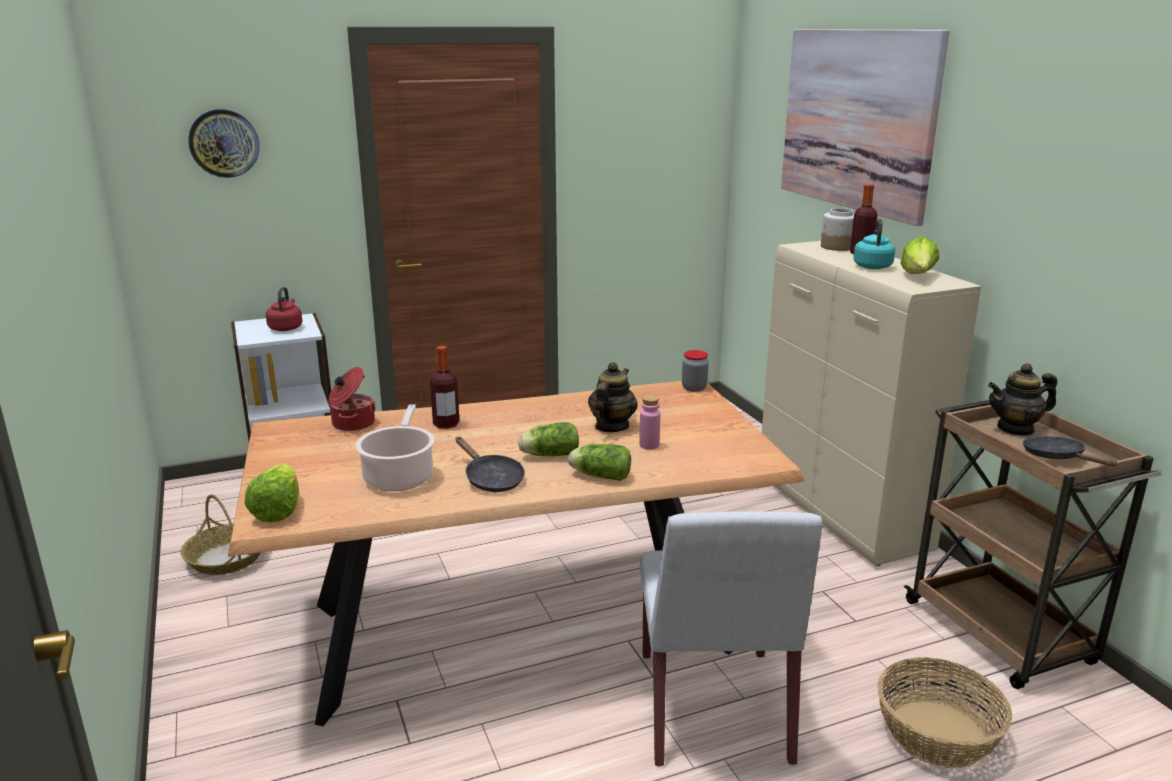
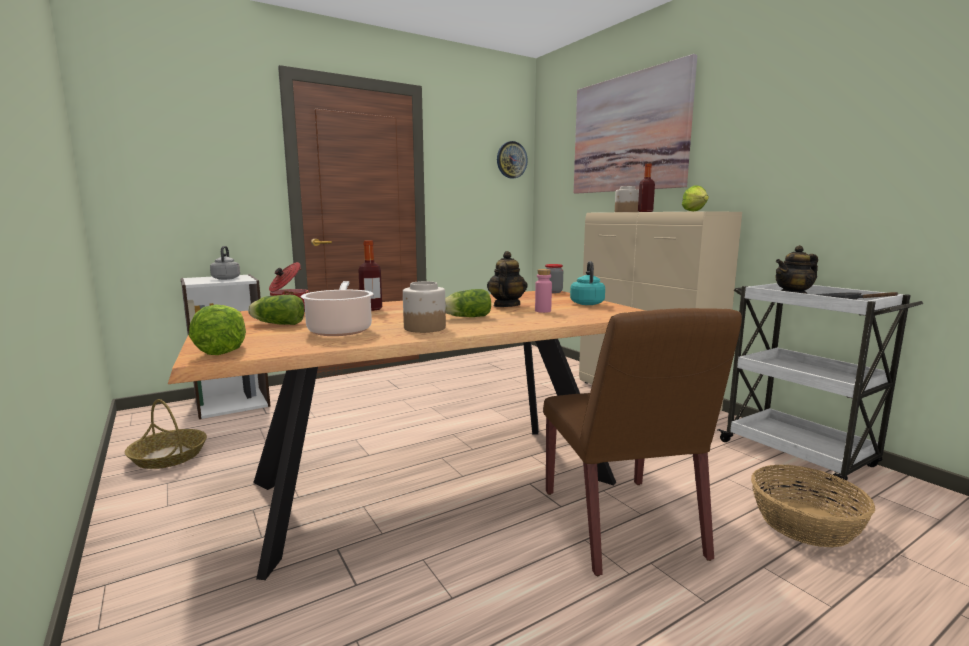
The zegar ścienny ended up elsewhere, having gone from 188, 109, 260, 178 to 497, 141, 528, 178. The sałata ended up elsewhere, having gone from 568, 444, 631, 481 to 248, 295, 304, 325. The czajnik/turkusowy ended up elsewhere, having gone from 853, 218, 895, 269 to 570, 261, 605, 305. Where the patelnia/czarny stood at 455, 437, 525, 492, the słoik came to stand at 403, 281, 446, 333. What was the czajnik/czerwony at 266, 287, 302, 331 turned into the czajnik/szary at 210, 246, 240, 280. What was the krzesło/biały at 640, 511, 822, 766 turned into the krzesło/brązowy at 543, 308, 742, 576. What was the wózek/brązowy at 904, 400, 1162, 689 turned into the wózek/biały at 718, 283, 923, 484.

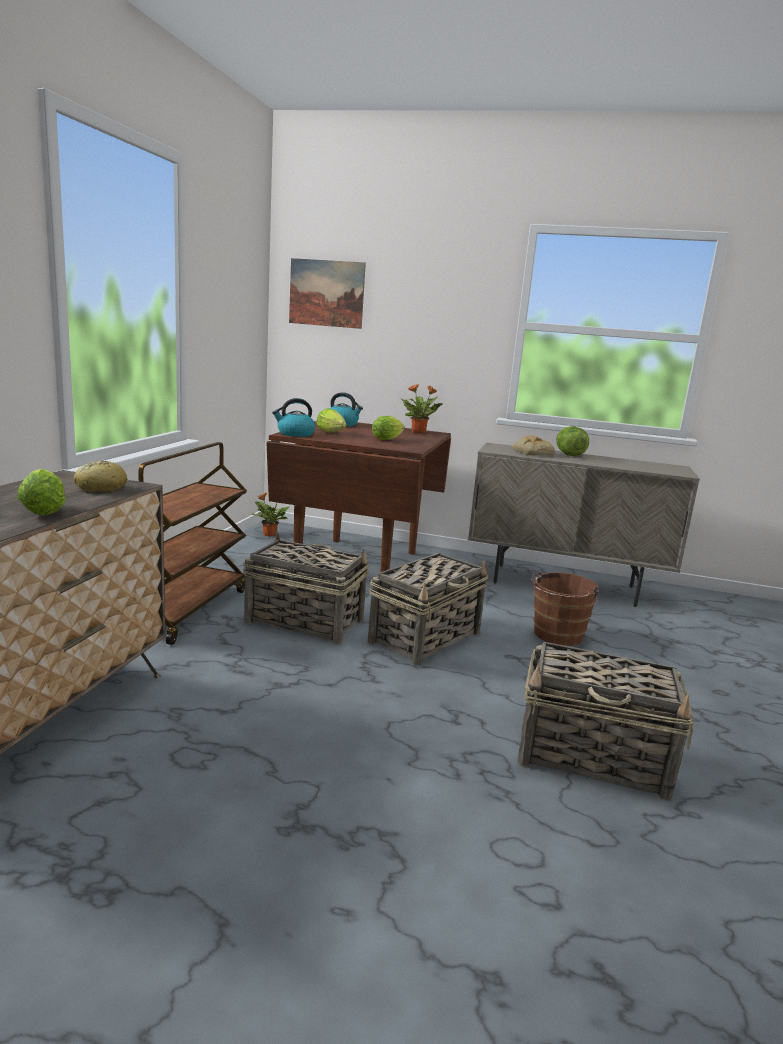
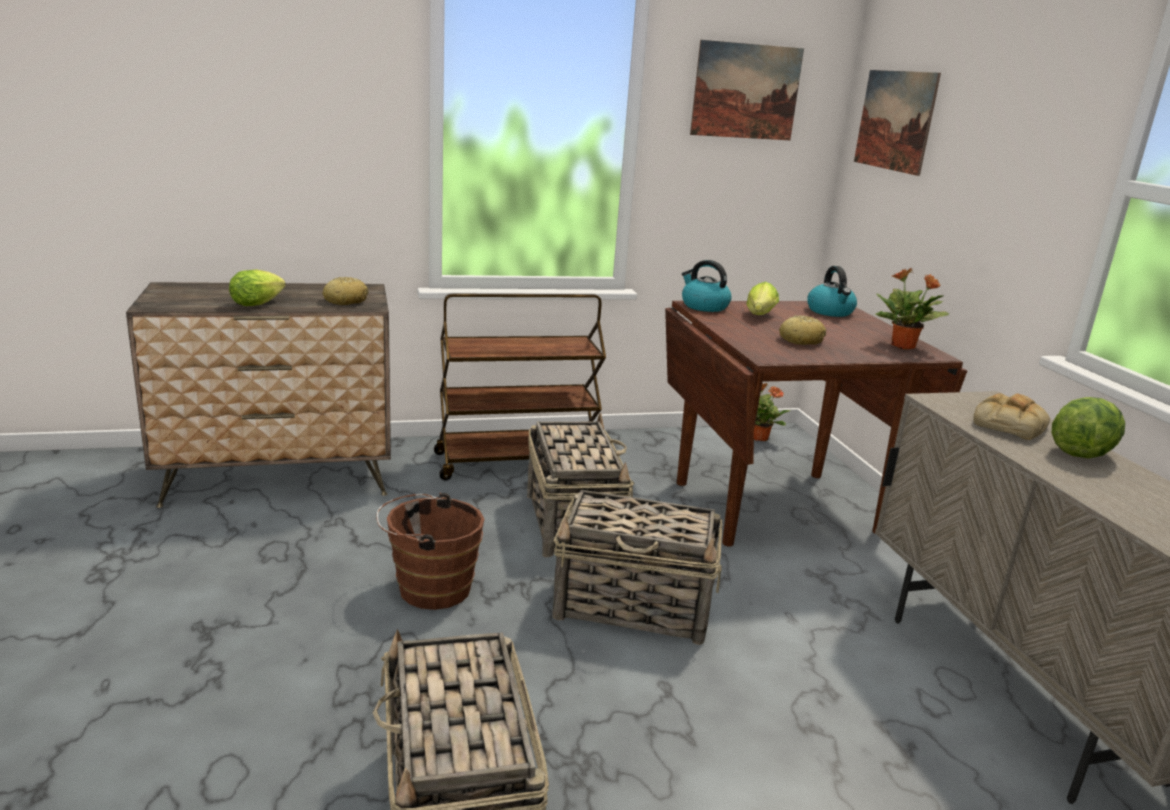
The second view gained the obraz at 690, 40, 804, 140. The wiadro/brązowy ended up elsewhere, having gone from 531, 572, 599, 646 to 376, 493, 484, 610. Where the sałata stood at 372, 416, 405, 440, the chleb came to stand at 779, 315, 826, 345.

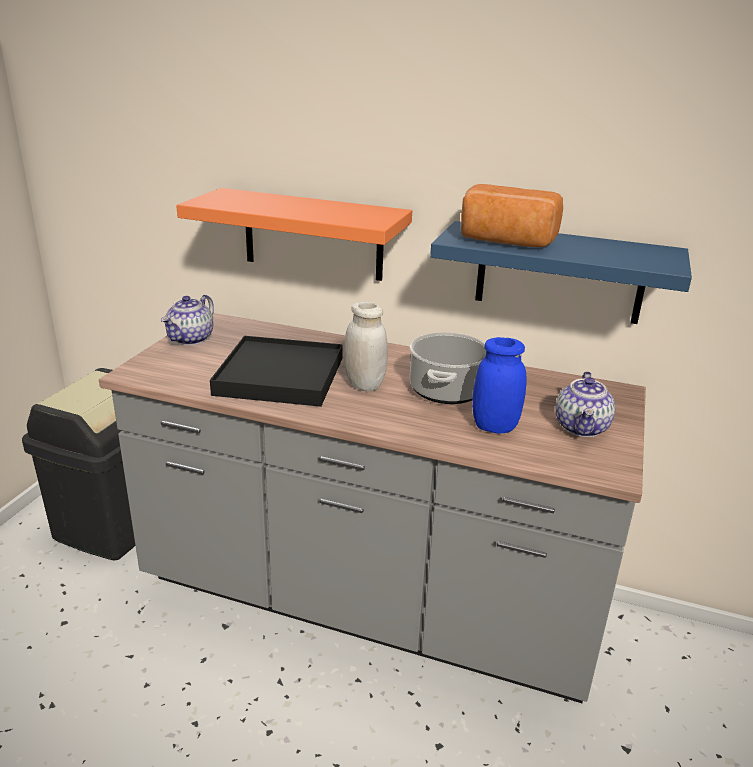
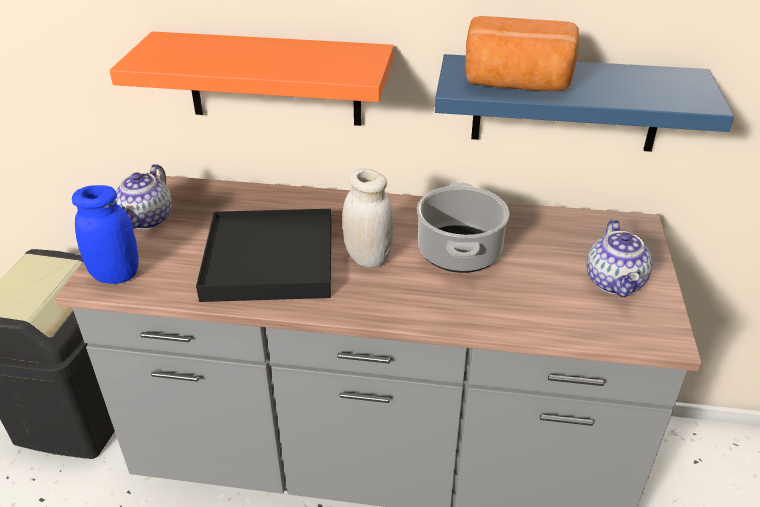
The słoik/niebieski ended up elsewhere, having gone from 472, 337, 526, 434 to 72, 185, 139, 284.

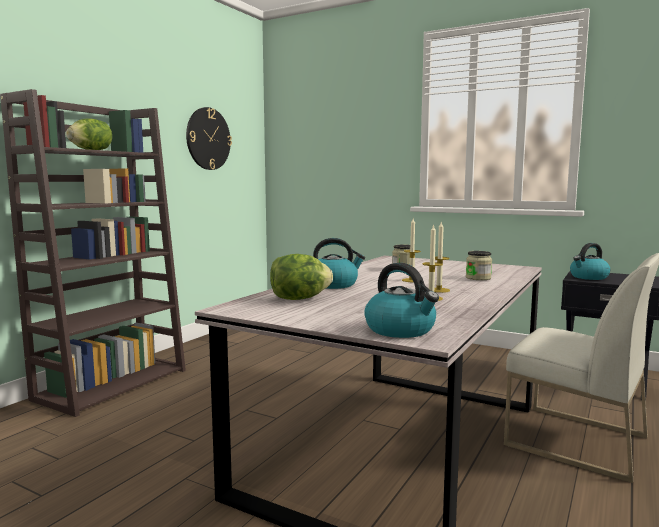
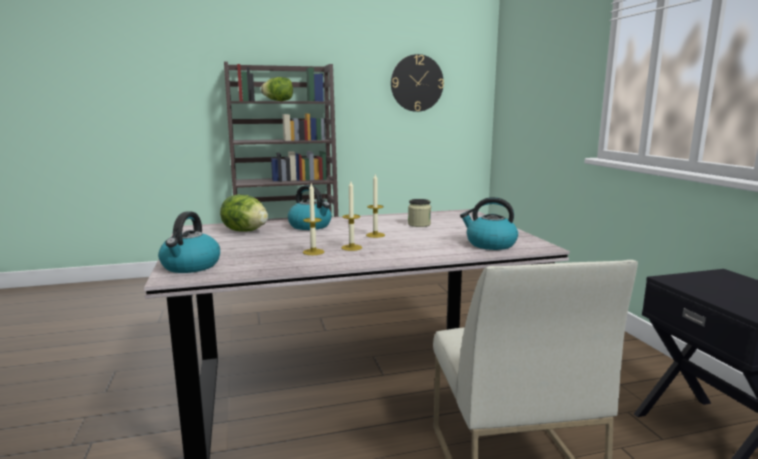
The second view lost the słoik at 466, 251, 492, 280. The czajnik ended up elsewhere, having gone from 570, 243, 610, 280 to 460, 197, 518, 250.

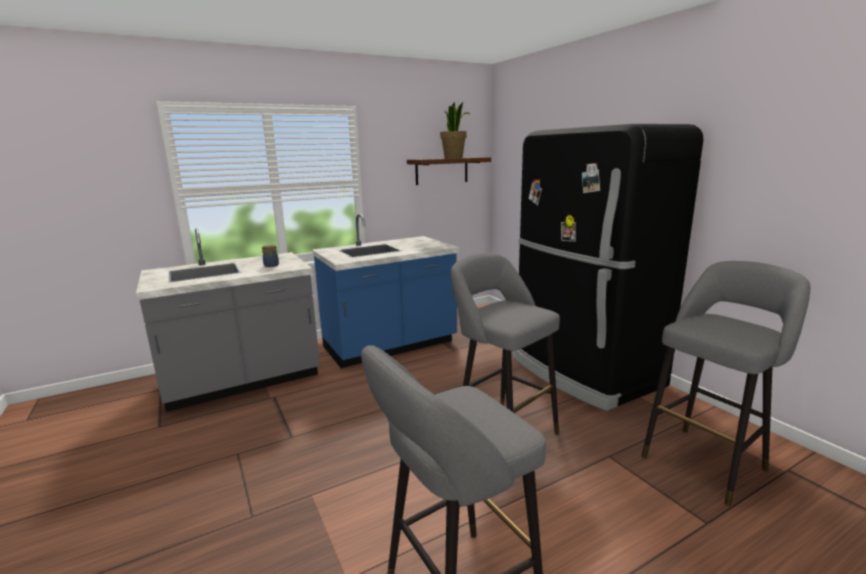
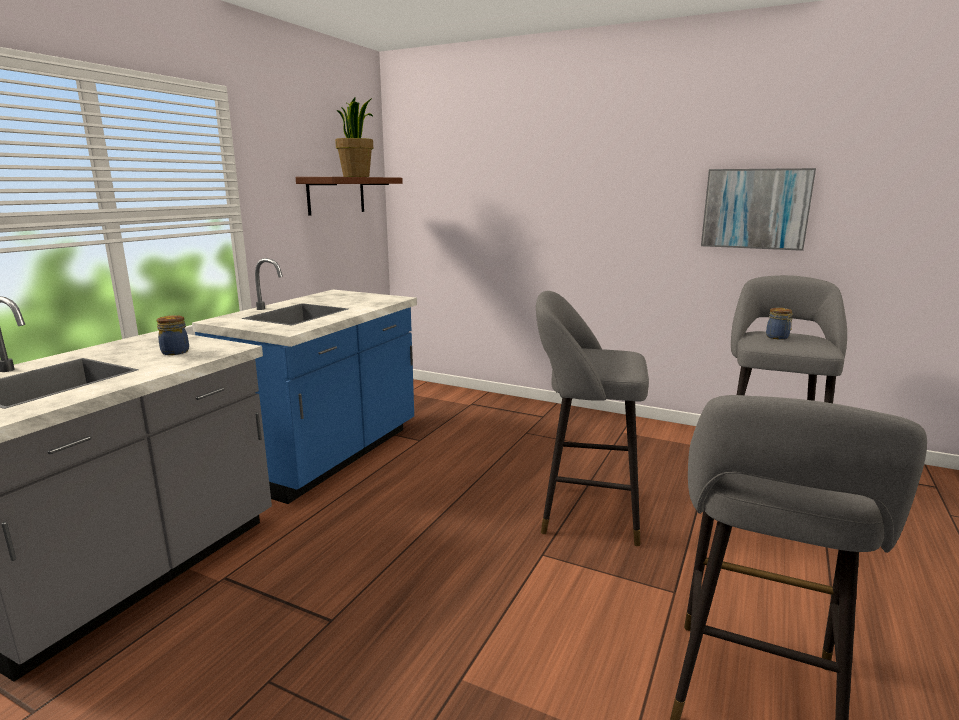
The second view lost the lodówka/czarny at 512, 124, 703, 411. The second view gained the obraz at 701, 168, 816, 251. The second view gained the słoik at 766, 308, 793, 340.

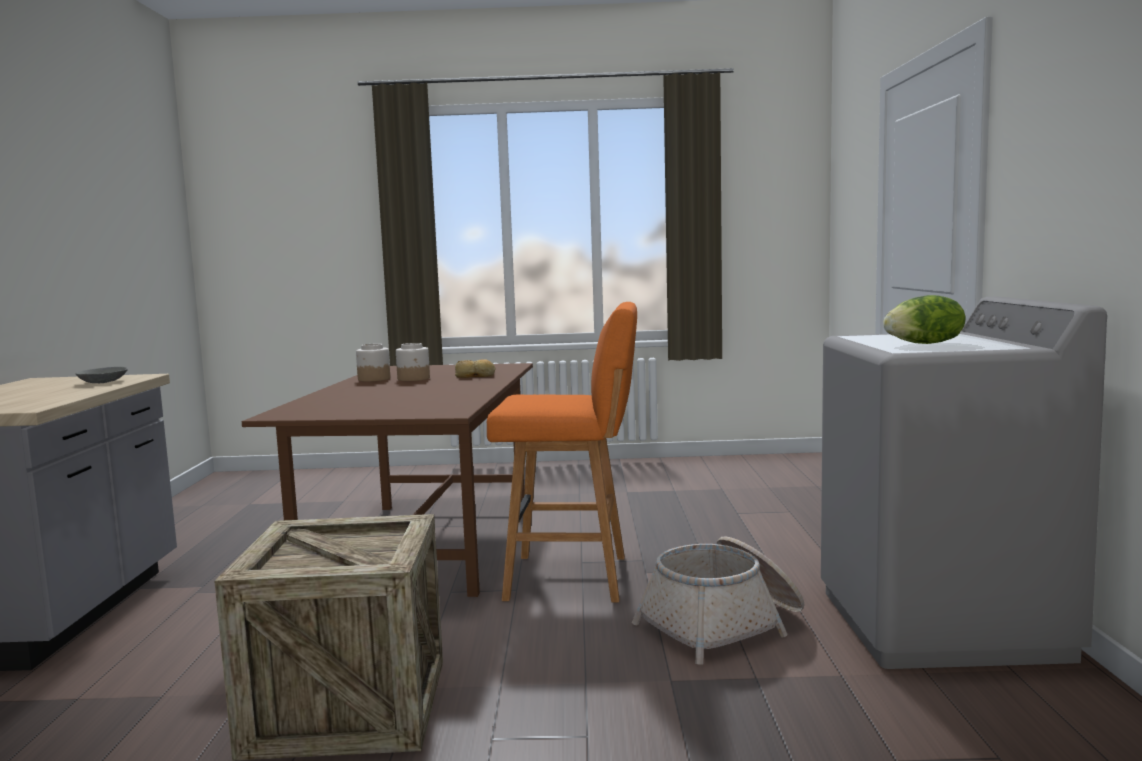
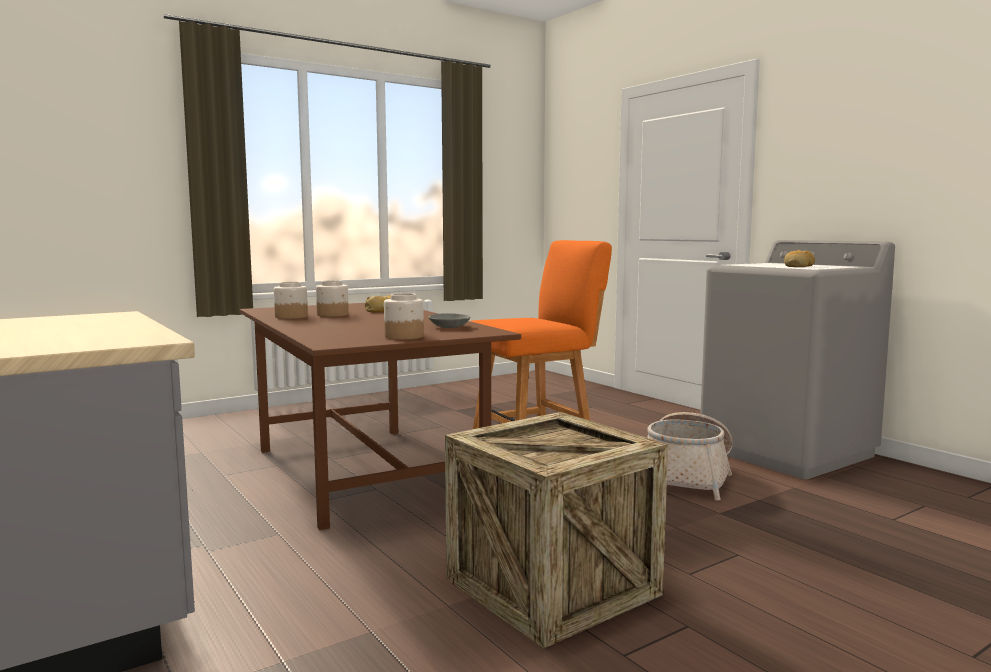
The second view gained the słoik at 384, 293, 424, 340. The miska/szary ended up elsewhere, having gone from 76, 367, 128, 383 to 429, 313, 470, 328. Where the sałata stood at 883, 295, 965, 344, the chleb came to stand at 784, 250, 815, 267.

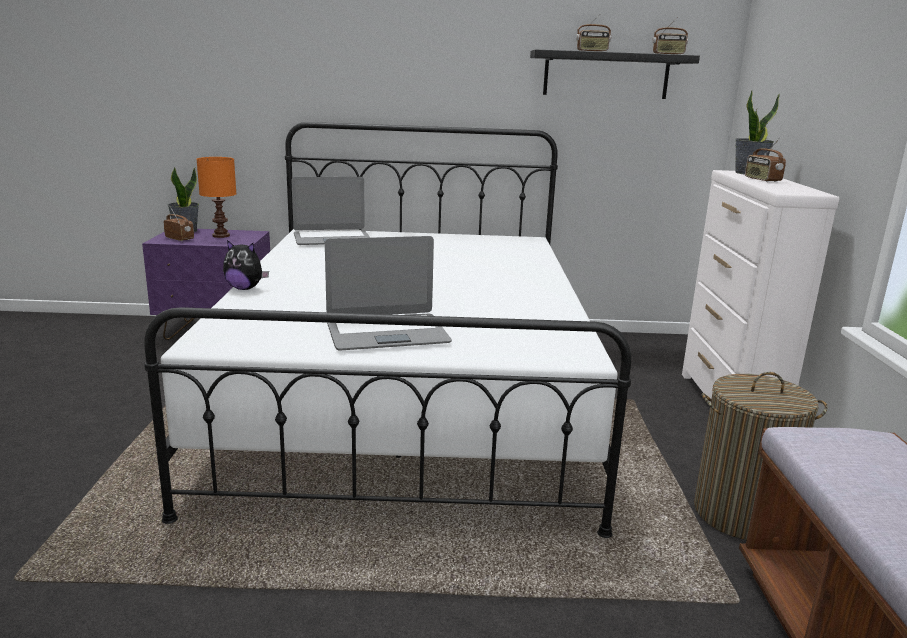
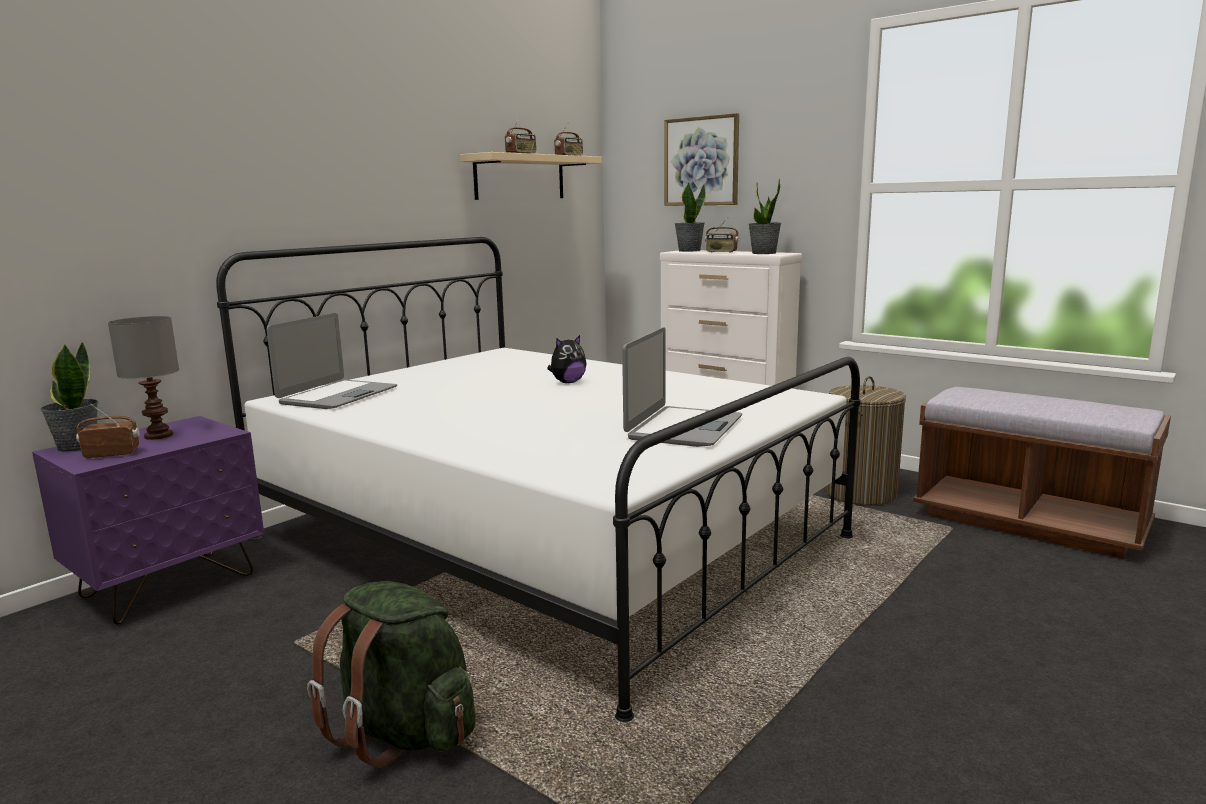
The second view gained the plecak/zielony at 307, 581, 476, 768. The second view gained the obraz at 664, 113, 739, 206. The second view gained the roślina doniczkowa at 749, 179, 781, 254. The pluszak ended up elsewhere, having gone from 223, 240, 269, 290 to 547, 335, 586, 383. What was the lampa stołowa/pomarańczowy at 197, 157, 236, 238 turned into the lampa stołowa/szary at 108, 316, 179, 440. What was the półka/czarny at 530, 50, 700, 99 turned into the półka/beżowy at 460, 152, 602, 200.

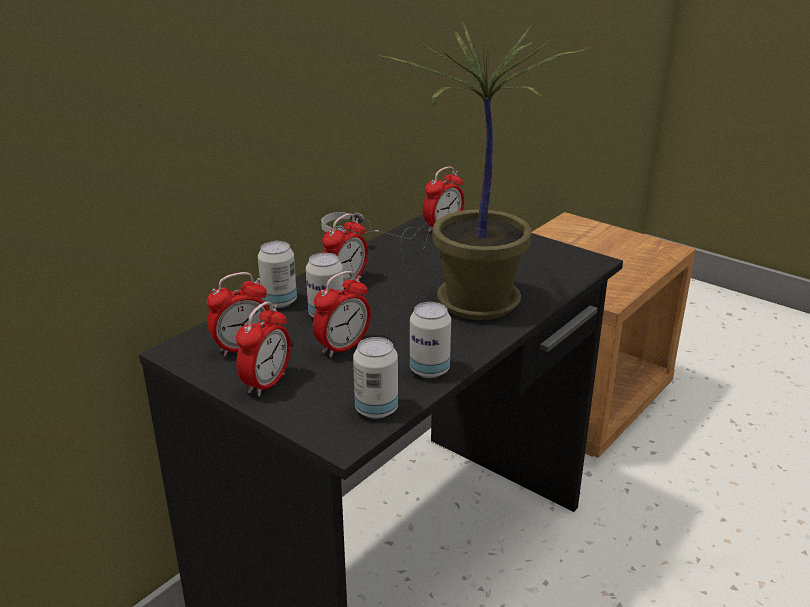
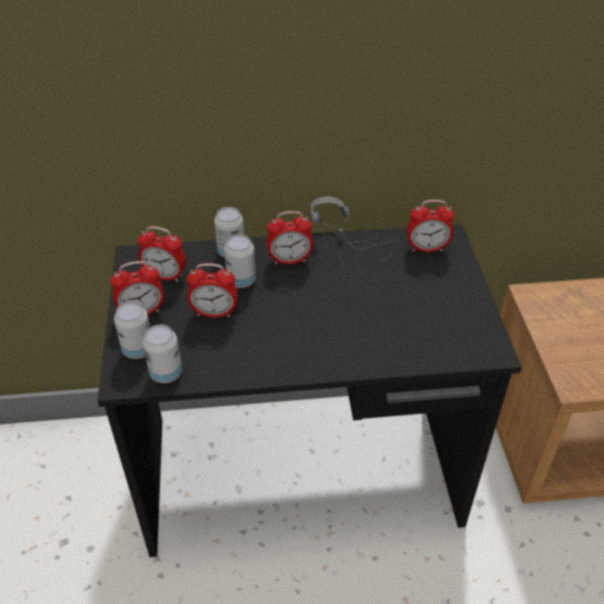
The second view lost the roślina doniczkowa at 376, 22, 588, 320. The puszka ended up elsewhere, having gone from 410, 302, 451, 378 to 114, 302, 150, 359.

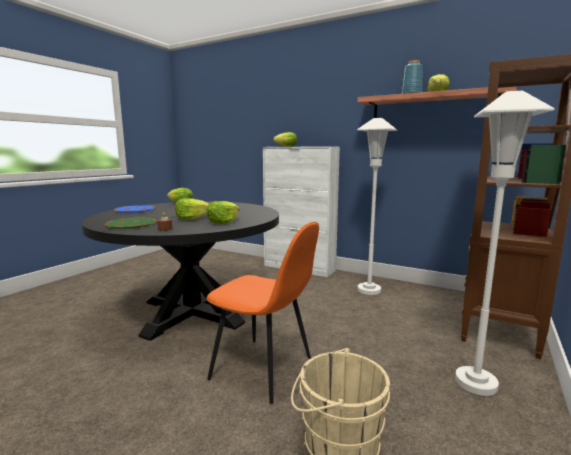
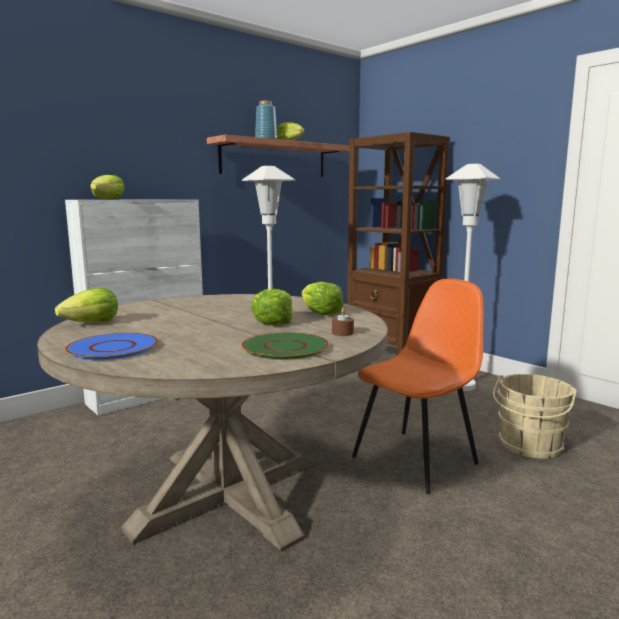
What was the stół jadalny/czarny at 81, 202, 279, 341 turned into the stół jadalny/beżowy at 37, 294, 388, 552.

